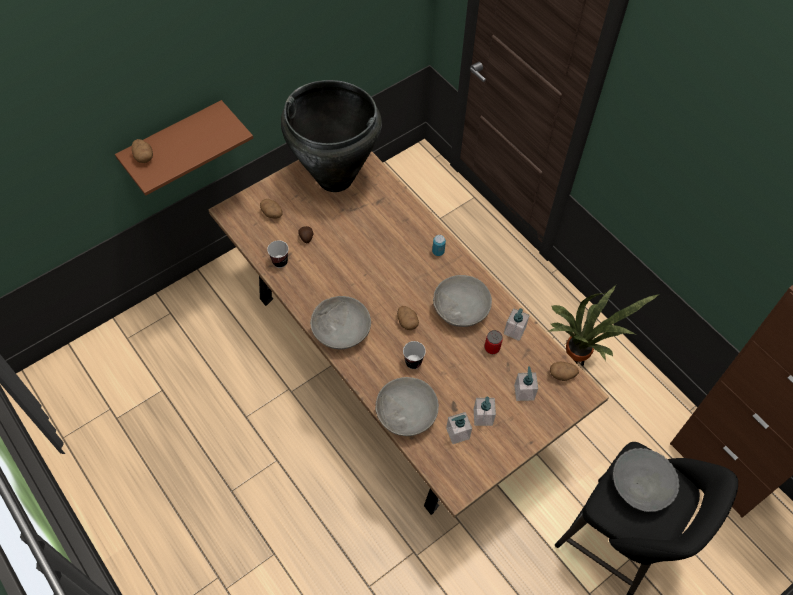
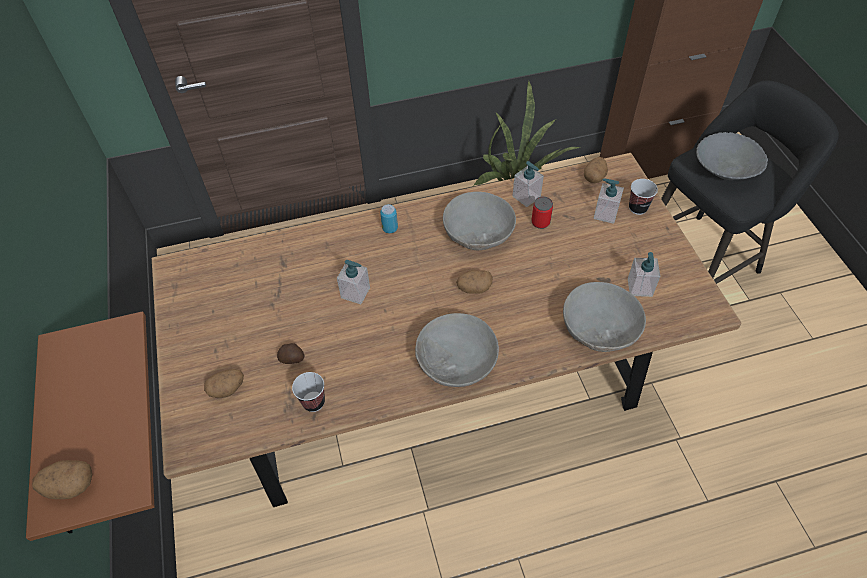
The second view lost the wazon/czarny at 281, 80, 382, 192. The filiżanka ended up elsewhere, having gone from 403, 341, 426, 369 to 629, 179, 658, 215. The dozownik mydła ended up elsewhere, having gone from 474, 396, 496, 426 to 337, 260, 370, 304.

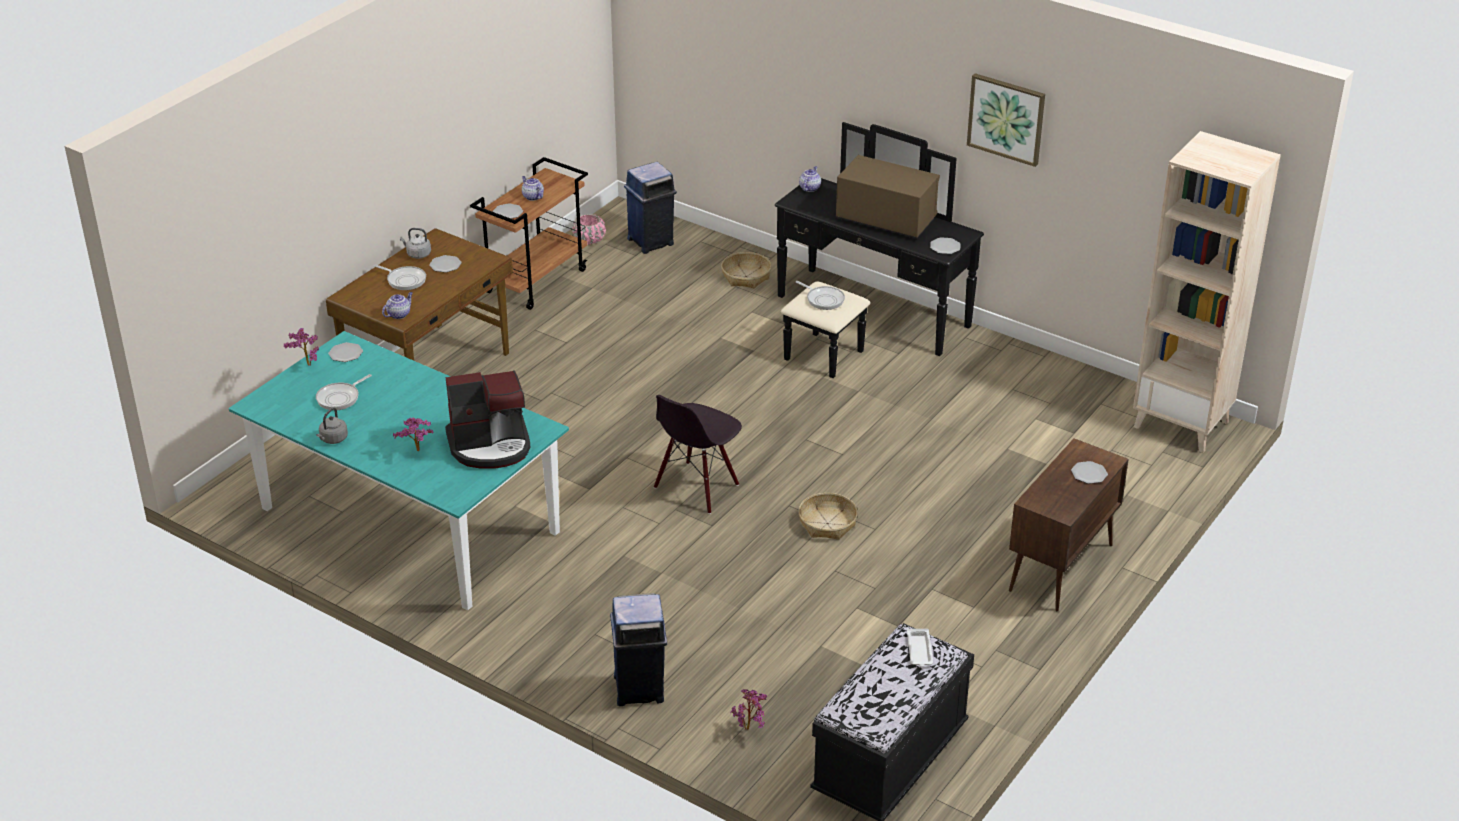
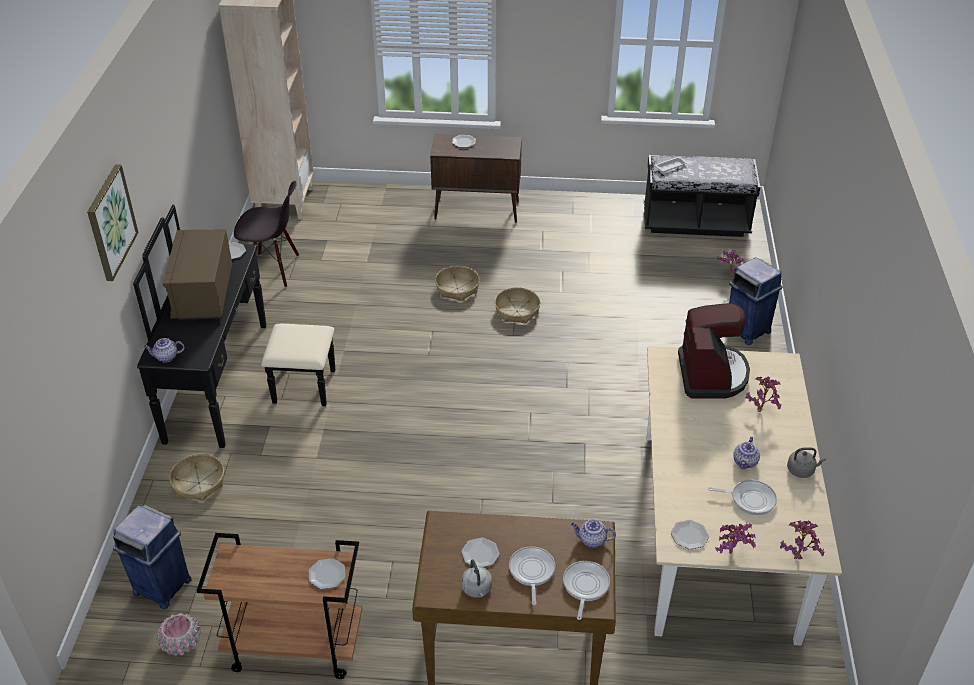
The second view gained the koszyk at 435, 266, 480, 301. The second view gained the roślina doniczkowa at 780, 520, 824, 559. The imbryk ended up elsewhere, having gone from 522, 176, 544, 201 to 733, 436, 760, 469. The krzesło/czarny ended up elsewhere, having gone from 654, 395, 742, 514 to 234, 181, 299, 288. The patelnia ended up elsewhere, having gone from 796, 281, 845, 310 to 563, 561, 610, 620. The obraz ended up elsewhere, having gone from 967, 73, 1045, 167 to 87, 164, 138, 281. What was the stół jadalny/turkusowy at 229, 331, 569, 610 turned into the stół jadalny/beżowy at 647, 346, 842, 645. The ekspres do kawy at 445, 370, 531, 469 ended up facing another way, 45 degrees clockwise from before.

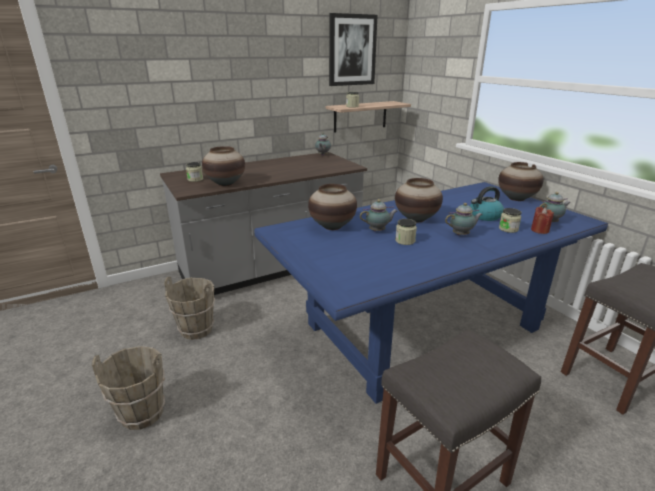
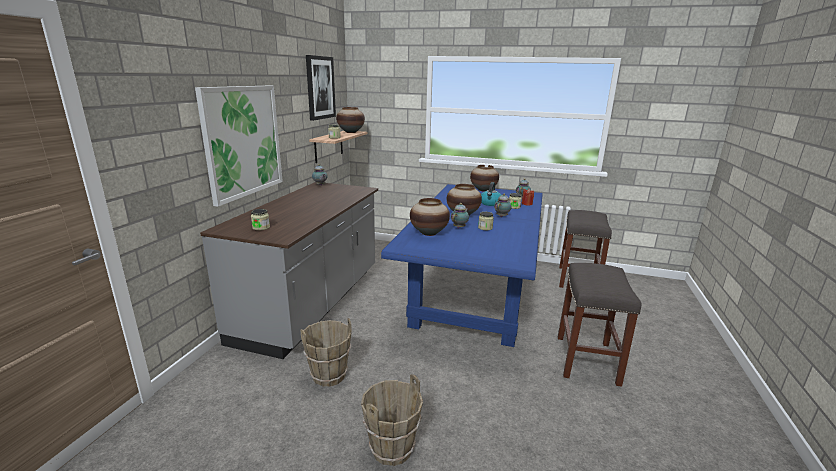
The second view gained the obraz at 195, 86, 283, 207. The wazon ended up elsewhere, having gone from 202, 146, 245, 186 to 336, 107, 365, 133.

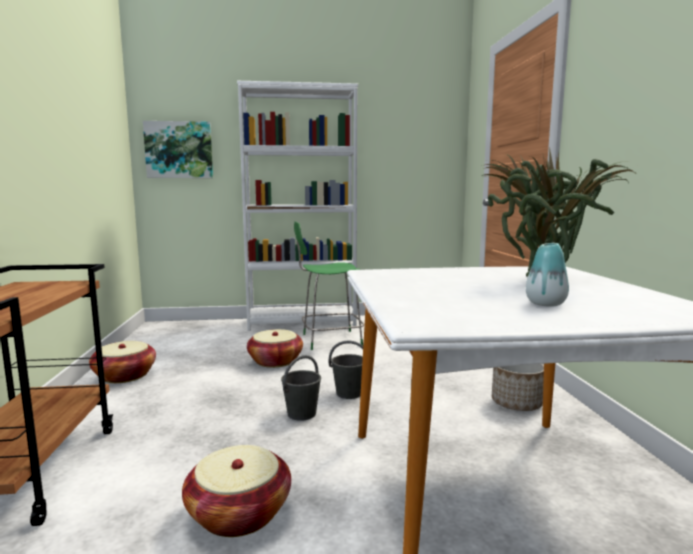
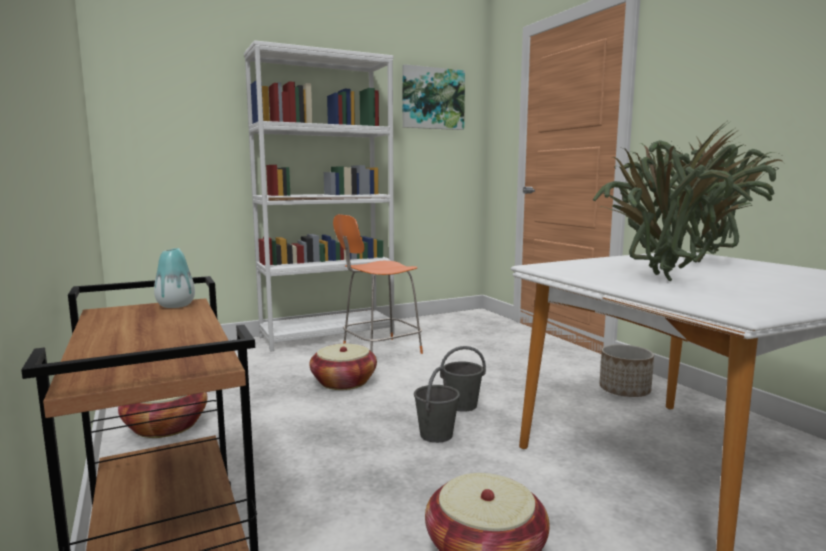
The second view gained the roślina doniczkowa at 593, 122, 776, 281. The obraz ended up elsewhere, having gone from 143, 121, 213, 178 to 402, 64, 465, 130. The wazon ended up elsewhere, having gone from 526, 243, 569, 307 to 154, 248, 195, 308. What was the krzesło/zielony at 294, 221, 364, 350 turned into the krzesło/pomarańczowy at 333, 214, 423, 354.

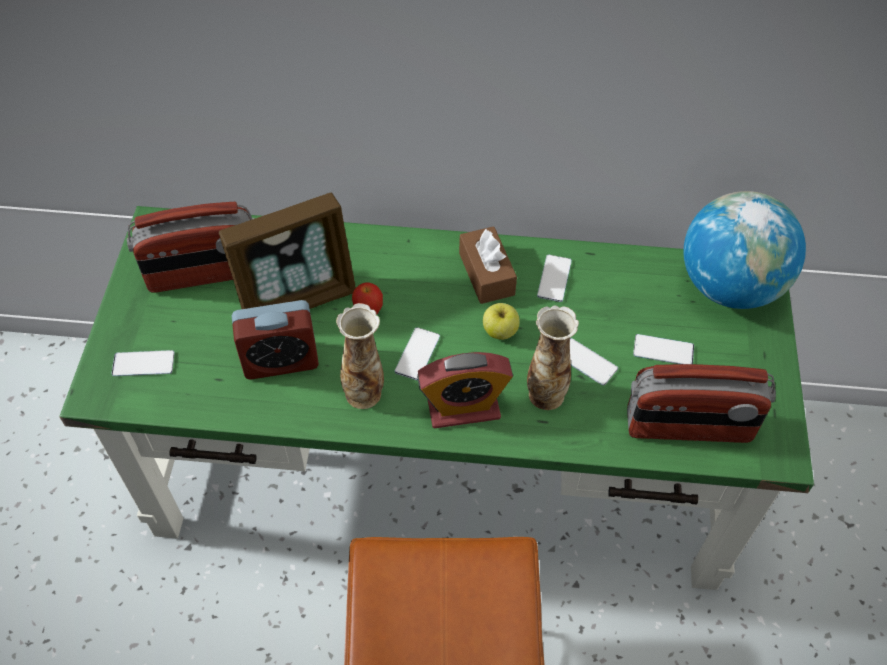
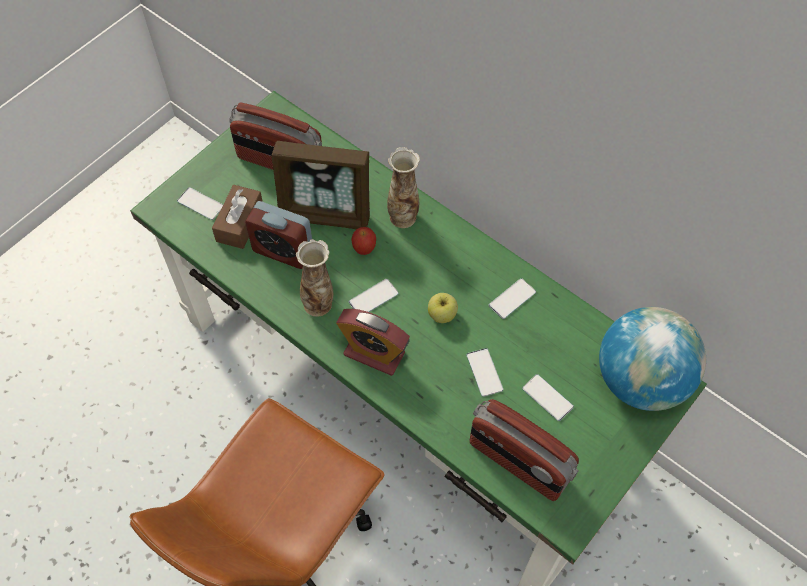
The pudełko chusteczek/brązowy ended up elsewhere, having gone from 459, 226, 517, 304 to 212, 185, 263, 249. The wazon ended up elsewhere, having gone from 527, 305, 579, 410 to 387, 147, 420, 228.

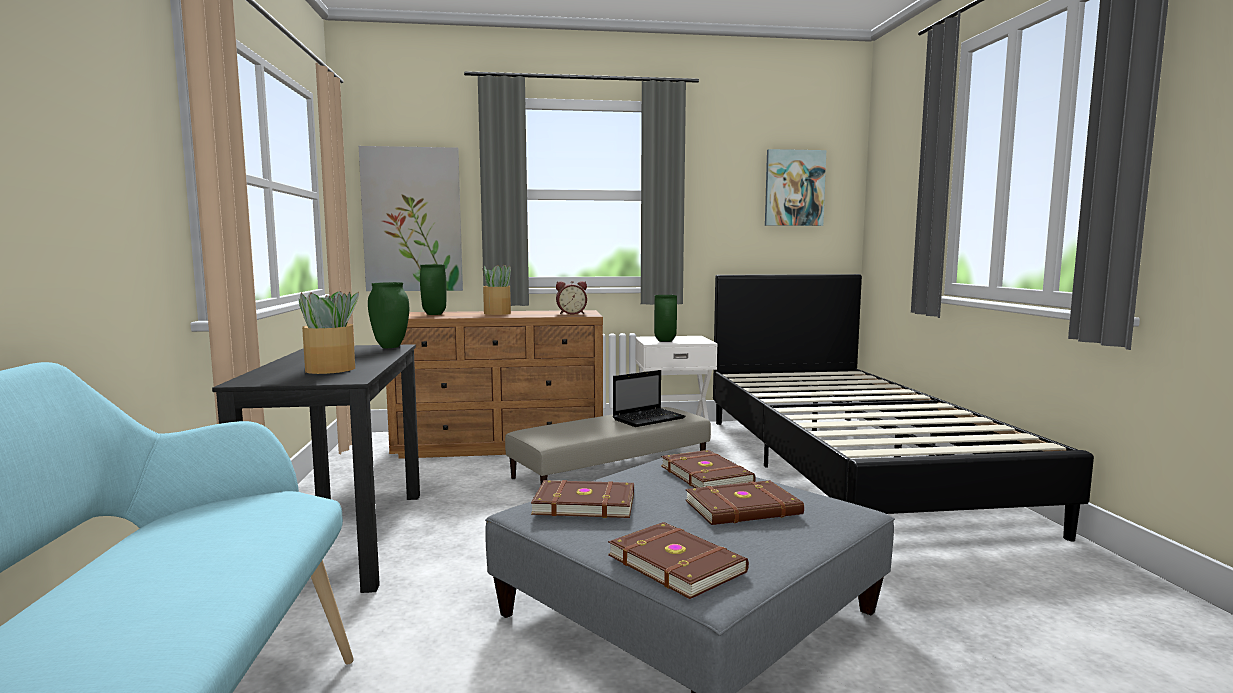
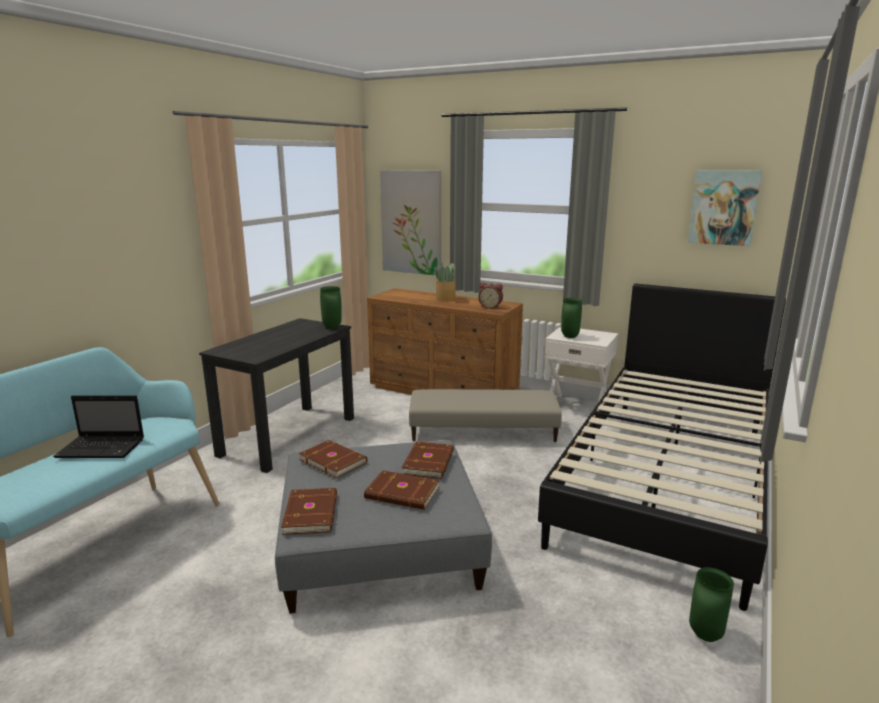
The second view lost the roślina doniczkowa at 299, 291, 359, 374. The wazon/zielony ended up elsewhere, having gone from 420, 265, 447, 315 to 689, 568, 734, 642. The laptop ended up elsewhere, having gone from 613, 370, 685, 427 to 53, 395, 144, 458.

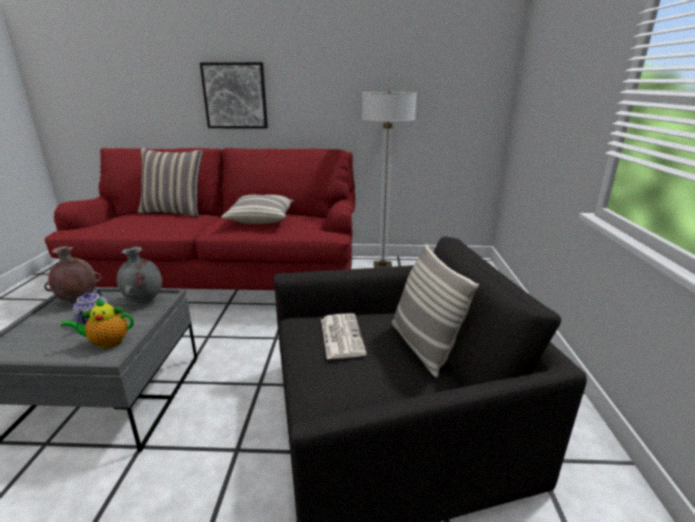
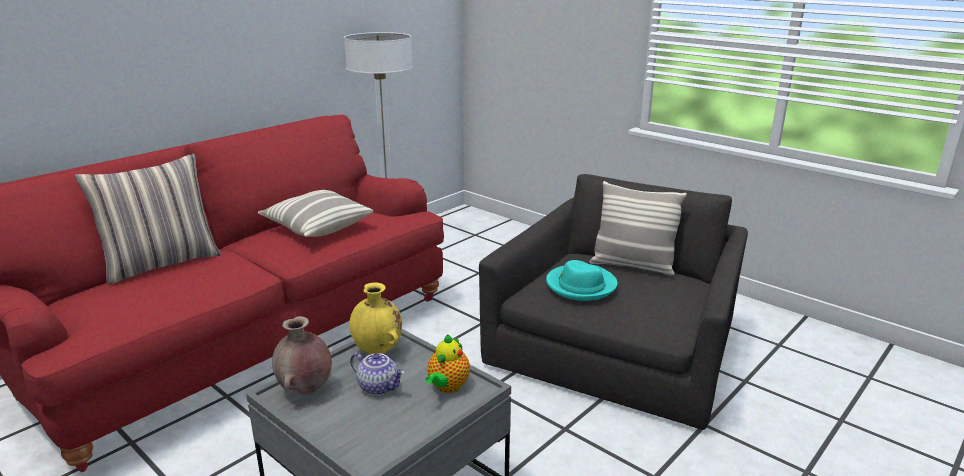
The second view lost the obraz at 200, 62, 268, 129. Where the gazeta stood at 321, 313, 367, 359, the kapelusz/turkusowy came to stand at 546, 260, 618, 301. What was the wazon/szary at 117, 247, 162, 304 turned into the wazon/żółty at 349, 282, 402, 354.

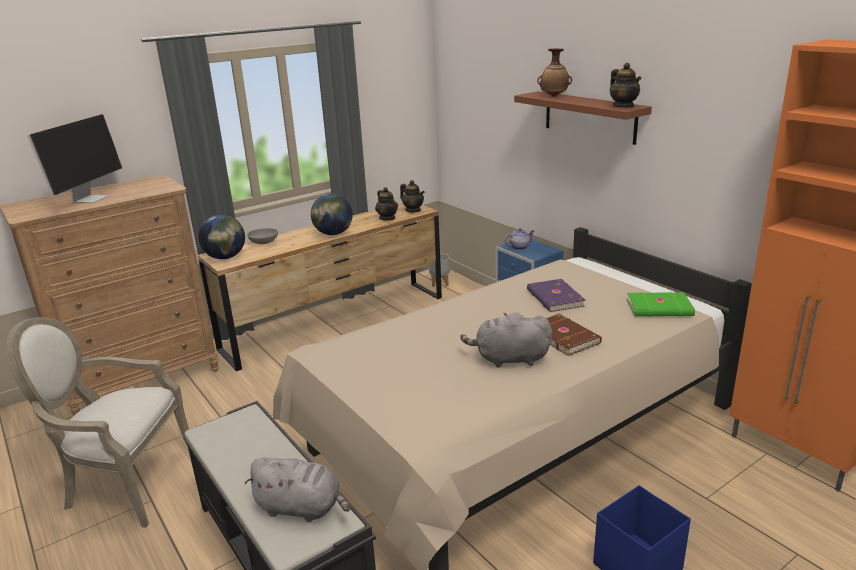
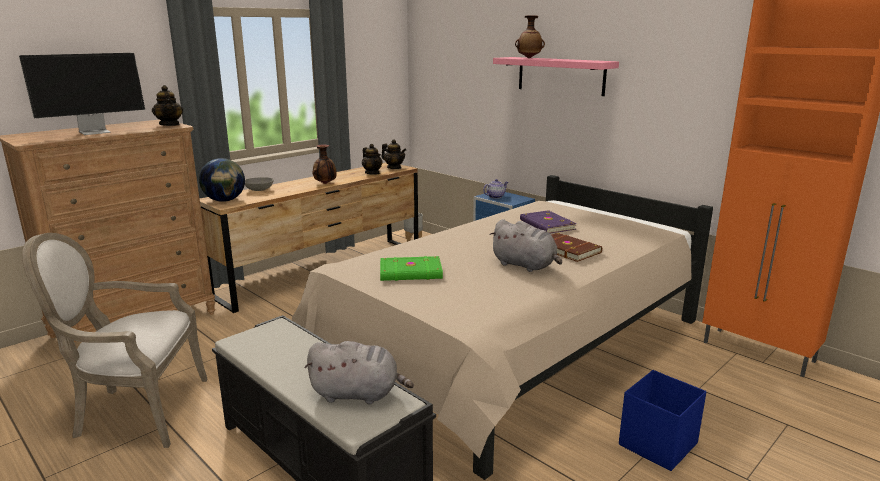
The imbryk ended up elsewhere, having gone from 610, 63, 641, 108 to 152, 85, 183, 126. The książka/zielony ended up elsewhere, having gone from 627, 292, 695, 317 to 380, 256, 443, 281. Where the globus stood at 311, 194, 353, 235, the wazon came to stand at 312, 144, 337, 184. What was the półka/brązowy at 514, 91, 652, 145 turned into the półka/różowy at 493, 57, 619, 96. The monitor at 28, 114, 122, 203 ended up facing another way, 45 degrees clockwise from before. The pluszak/szary at 460, 312, 552, 368 ended up facing another way, 135 degrees counterclockwise from before.

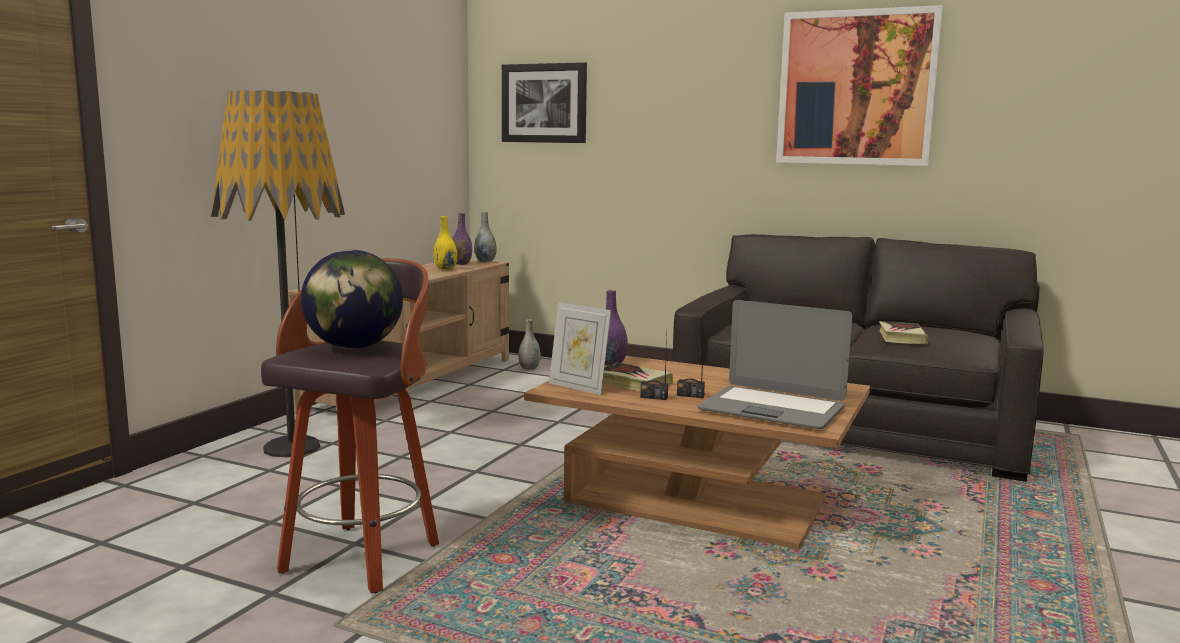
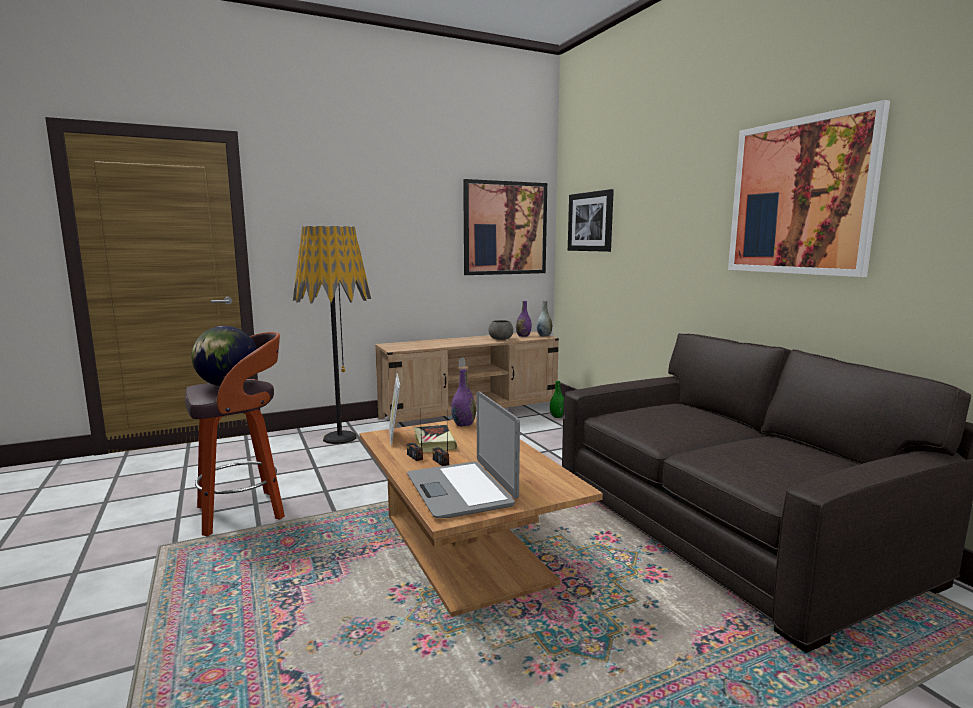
The second view lost the książka at 879, 322, 928, 344. The second view gained the obraz at 463, 179, 547, 275. Where the wazon/żółty stood at 434, 216, 457, 270, the miska/szary came to stand at 489, 320, 513, 340. What was the wazon/szary at 518, 319, 541, 370 turned into the wazon/zielony at 550, 381, 564, 418.

